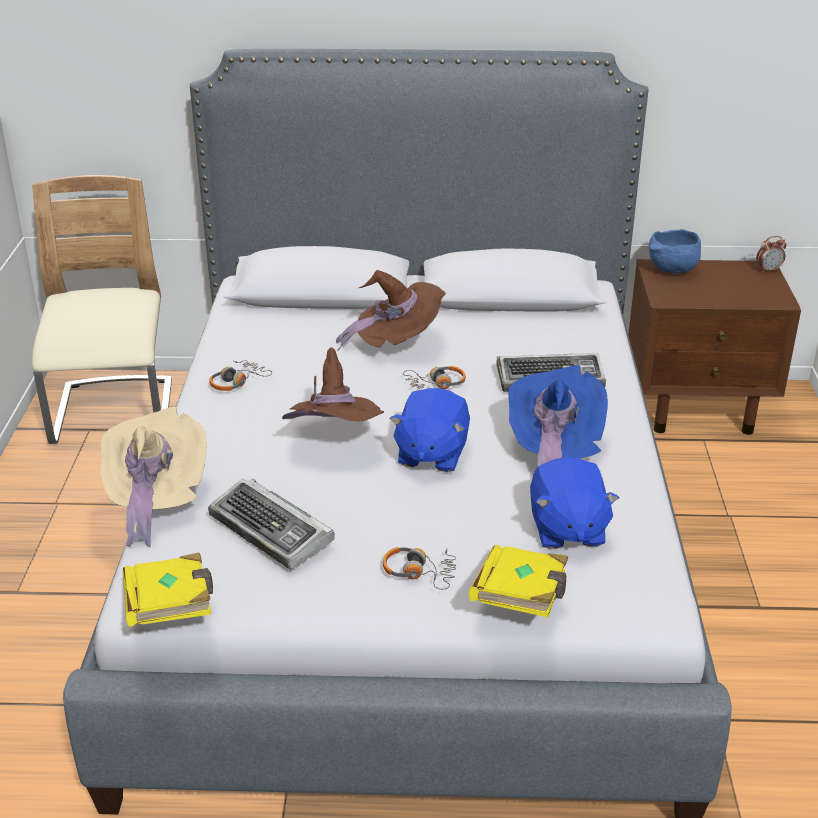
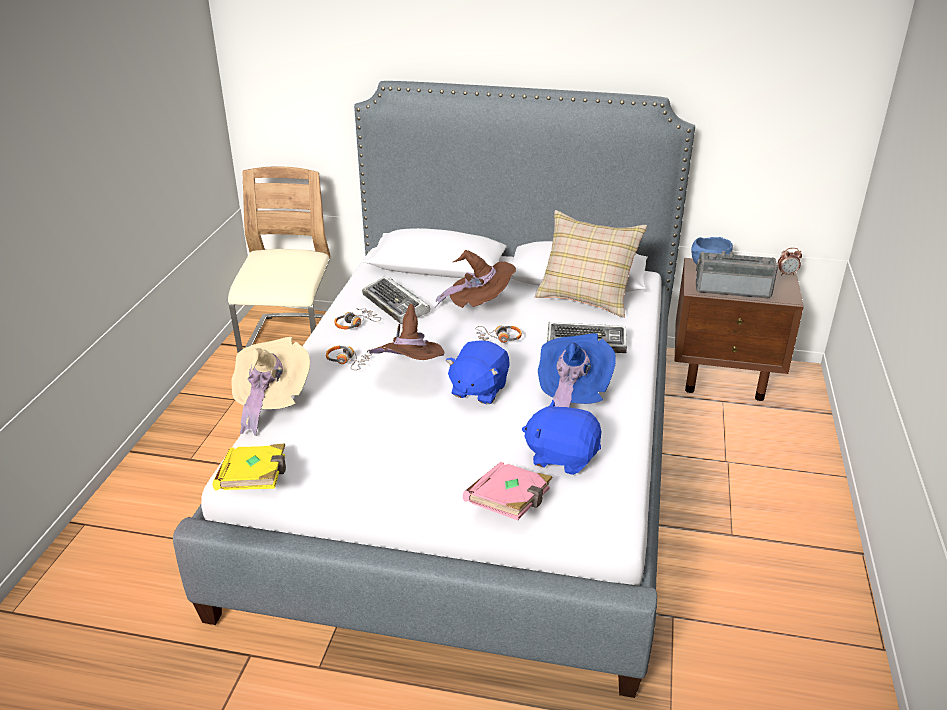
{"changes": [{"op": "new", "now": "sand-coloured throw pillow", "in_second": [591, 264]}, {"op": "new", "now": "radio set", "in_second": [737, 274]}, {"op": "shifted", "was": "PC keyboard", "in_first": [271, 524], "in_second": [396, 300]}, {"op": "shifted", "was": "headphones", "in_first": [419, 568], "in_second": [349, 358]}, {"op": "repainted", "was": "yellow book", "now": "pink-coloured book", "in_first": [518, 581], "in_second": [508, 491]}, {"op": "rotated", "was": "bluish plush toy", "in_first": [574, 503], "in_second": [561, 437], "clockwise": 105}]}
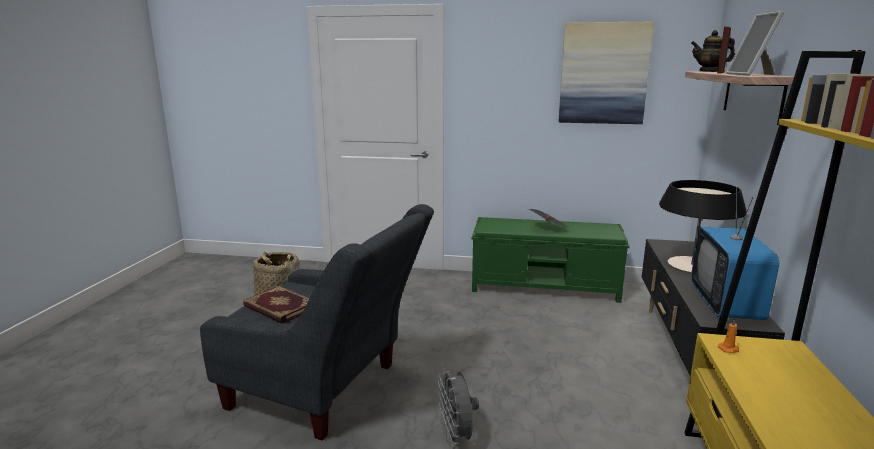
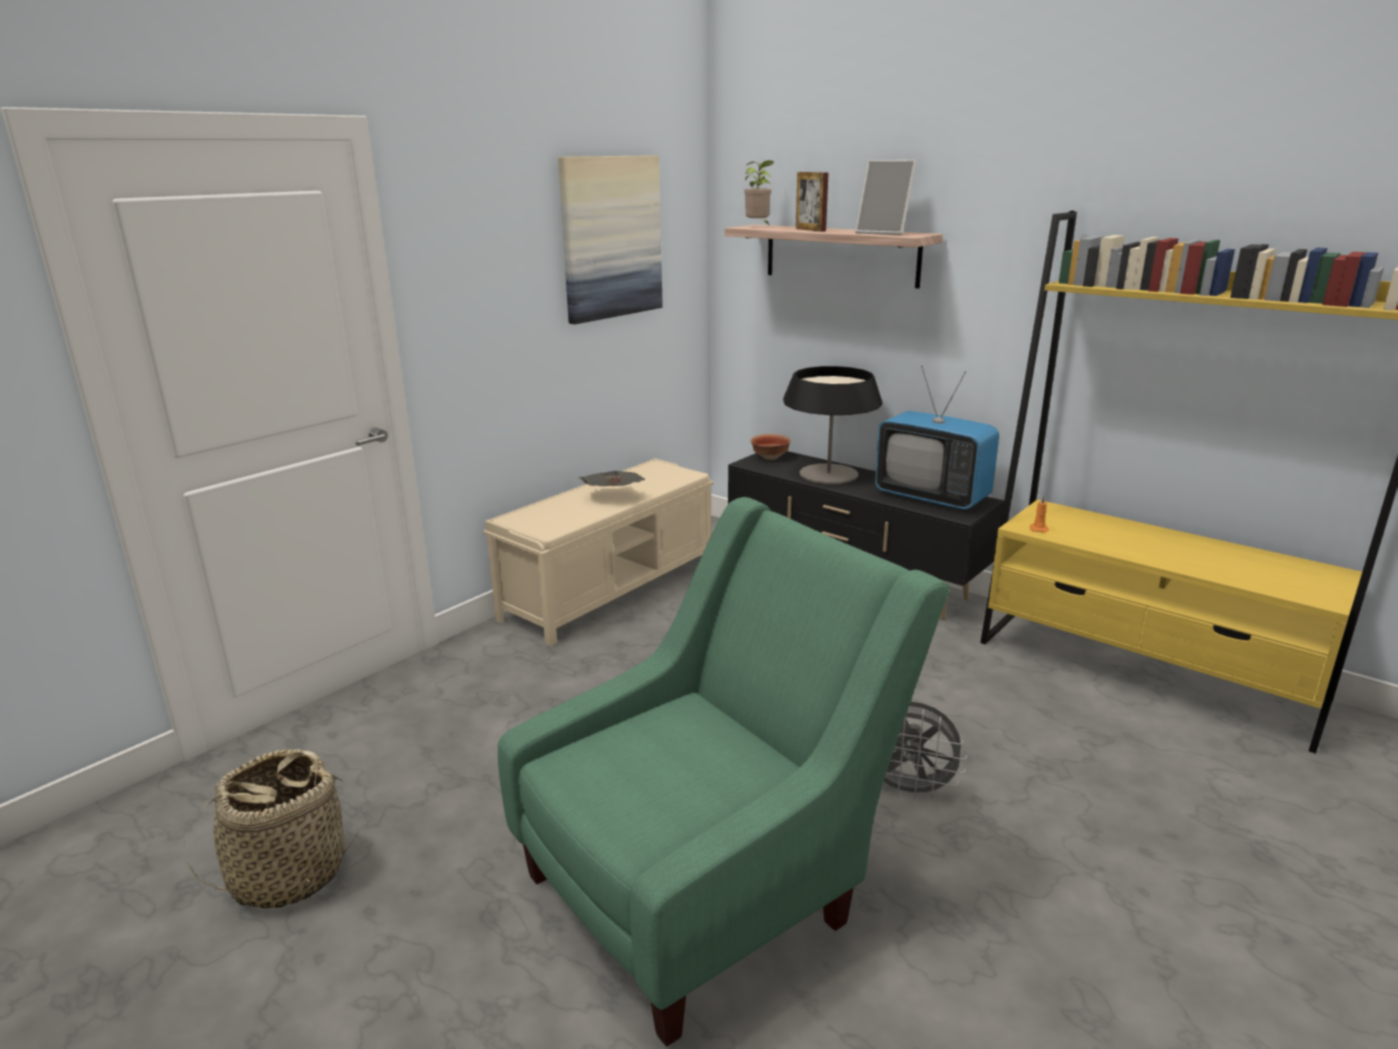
{"changes": [{"op": "gone", "was": "book", "in_first": [276, 304]}, {"op": "new", "now": "serving bowl", "in_second": [771, 447]}, {"op": "swapped", "was": "pot for tea", "now": "potted plant", "in_first": [713, 51], "in_second": [759, 192]}, {"op": "repainted", "was": "greyish armchair", "now": "green armchair", "in_first": [317, 322], "in_second": [724, 772]}, {"op": "repainted", "was": "green indoor bench", "now": "sand-coloured indoor bench", "in_first": [551, 260], "in_second": [598, 552]}]}
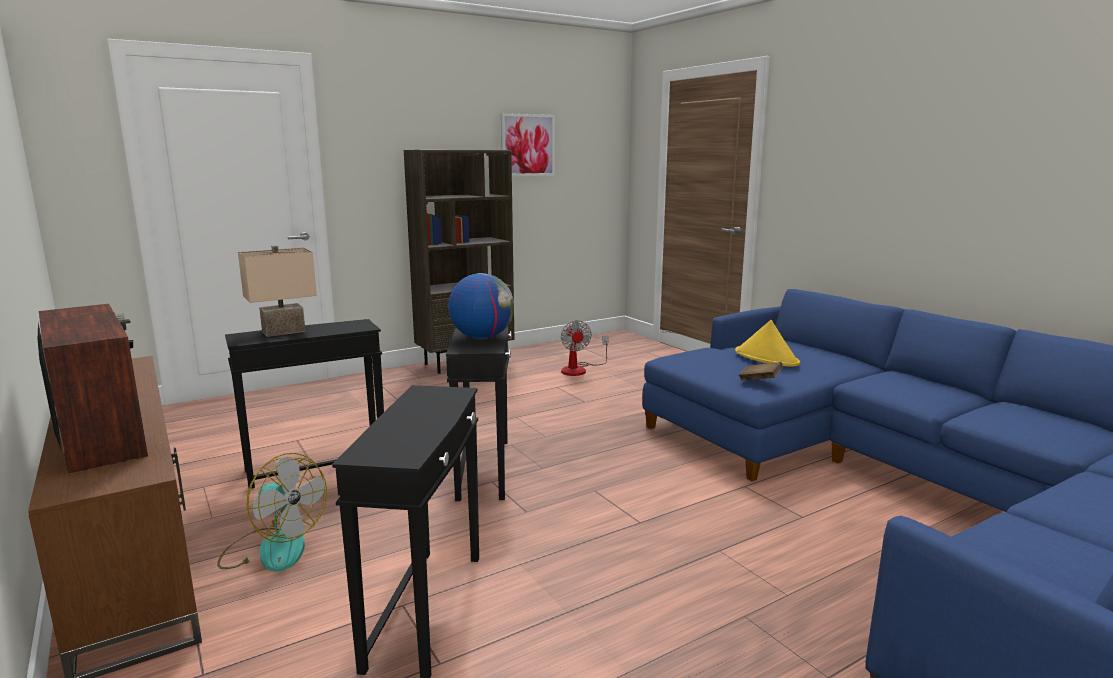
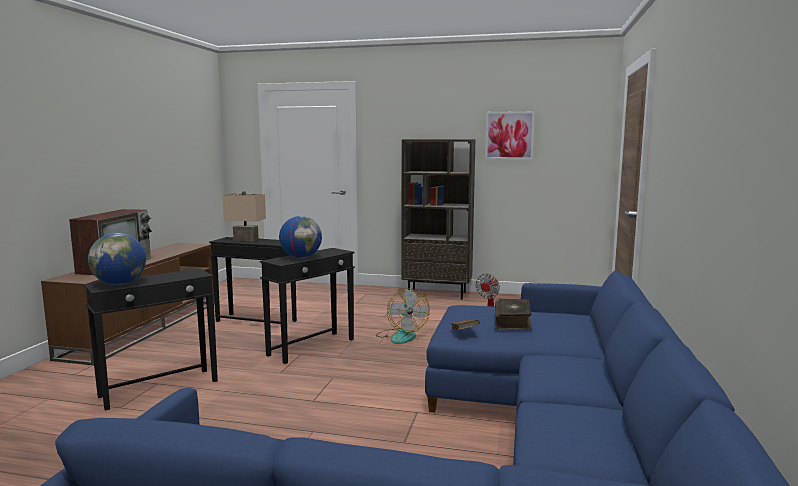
{"changes": [{"op": "new", "now": "world globe", "in_second": [117, 259]}, {"op": "shifted", "was": "cooling fan", "in_first": [272, 512], "in_second": [403, 316]}, {"op": "swapped", "was": "yellow clothing hat", "now": "book", "in_first": [767, 343], "in_second": [513, 314]}]}
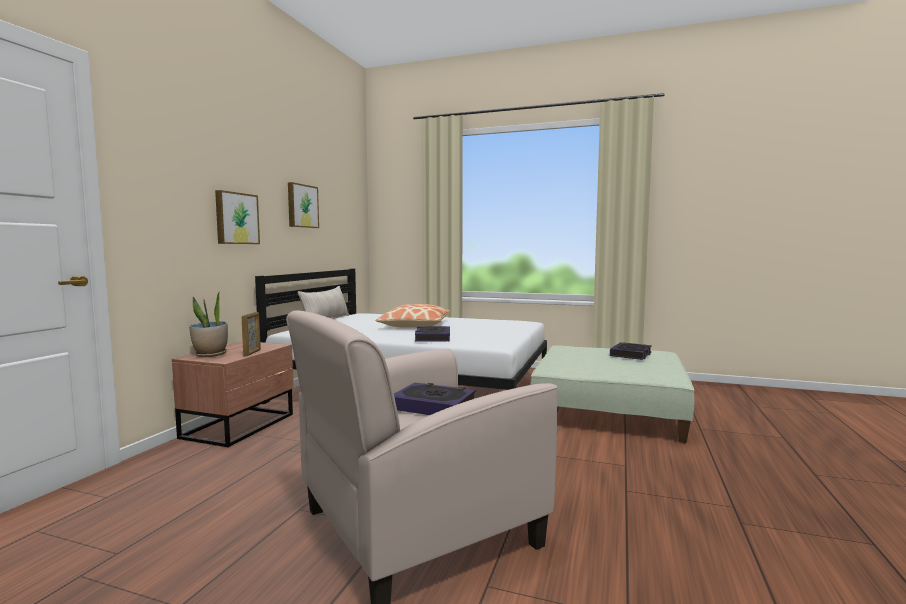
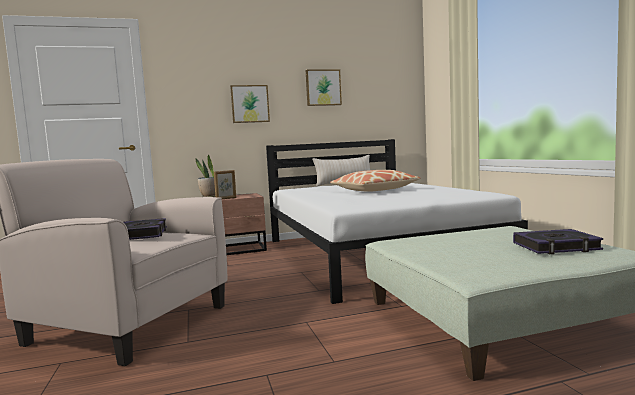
{"changes": [{"op": "gone", "was": "book", "in_first": [432, 333]}]}
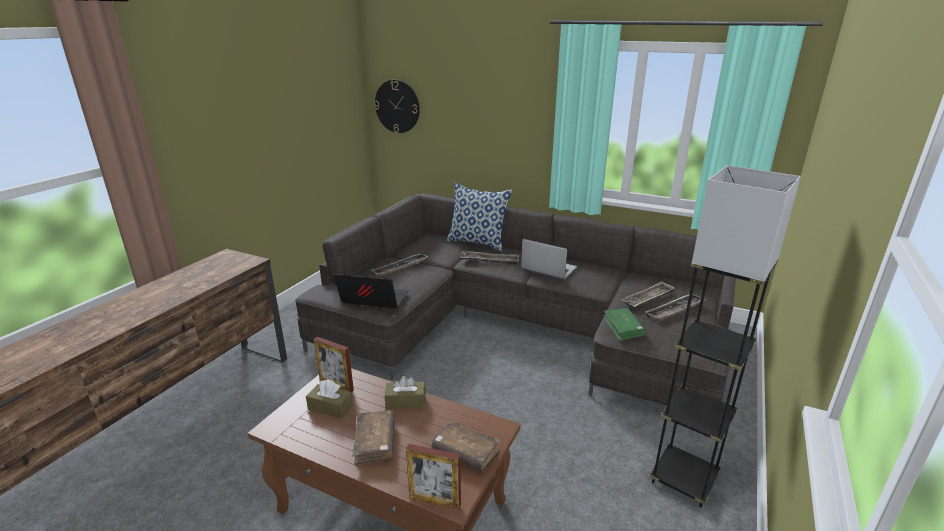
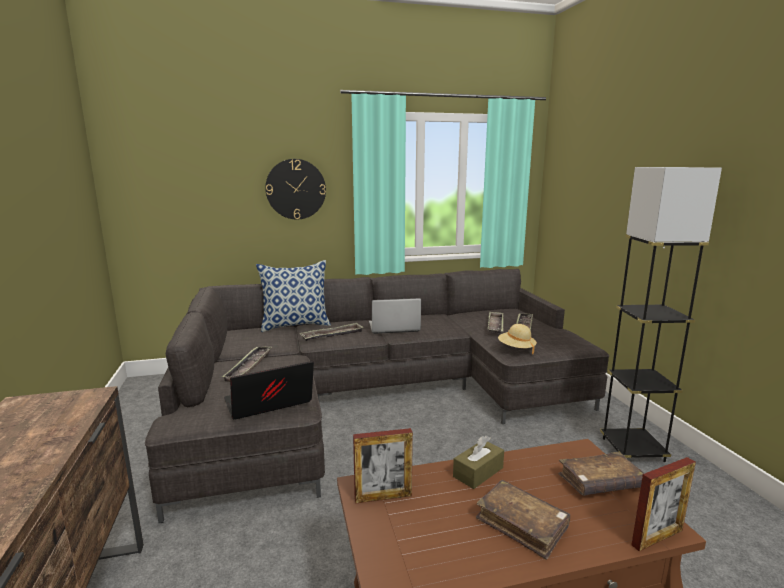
{"changes": [{"op": "gone", "was": "brownish tissue box", "in_first": [329, 398]}, {"op": "shifted", "was": "clock on the wall", "in_first": [397, 106], "in_second": [295, 189]}, {"op": "swapped", "was": "green book", "now": "sand-coloured clothing hat", "in_first": [624, 324], "in_second": [517, 339]}]}
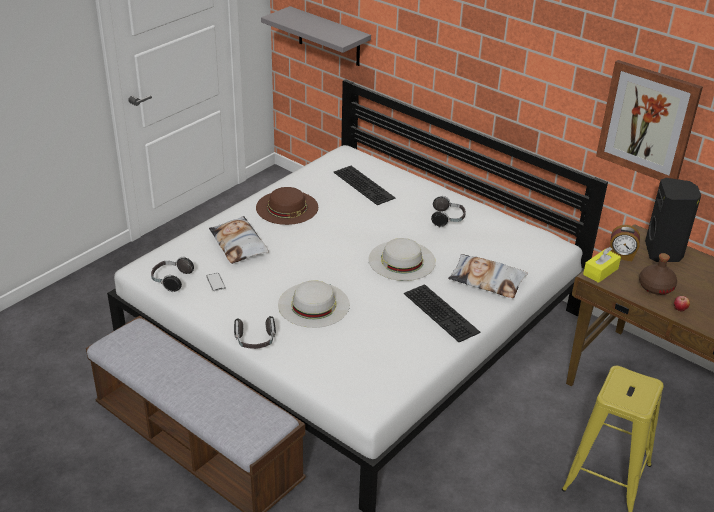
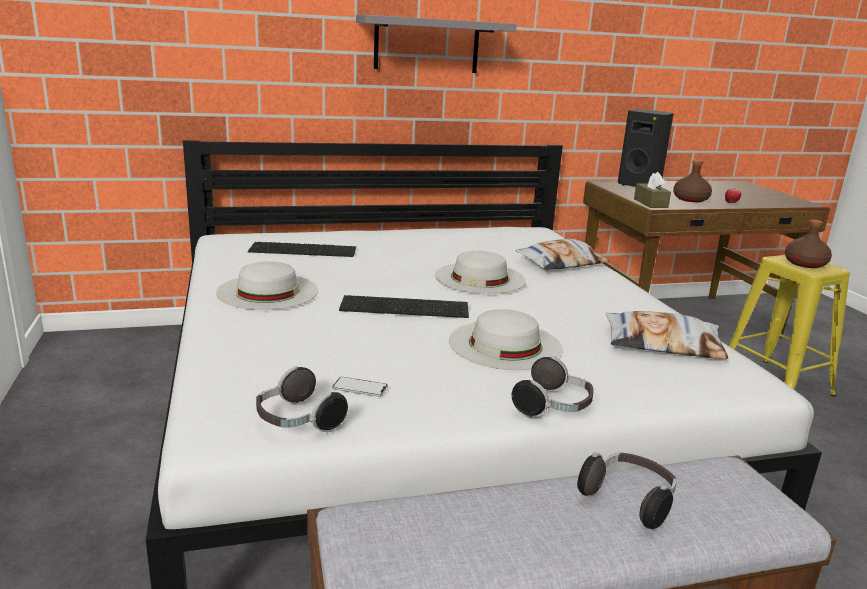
{"changes": [{"op": "gone", "was": "picture", "in_first": [649, 120]}, {"op": "gone", "was": "alarm clock", "in_first": [625, 243]}, {"op": "new", "now": "brownish drink bottle", "in_second": [808, 243]}, {"op": "shifted", "was": "throw pillow", "in_first": [239, 240], "in_second": [667, 335]}, {"op": "shifted", "was": "greyish bracket shelf", "in_first": [316, 36], "in_second": [436, 44]}, {"op": "shifted", "was": "PC keyboard", "in_first": [442, 313], "in_second": [404, 306]}, {"op": "shifted", "was": "headphones", "in_first": [448, 211], "in_second": [627, 491]}, {"op": "repainted", "was": "brownish clothing hat", "now": "whitish clothing hat", "in_first": [287, 206], "in_second": [267, 285]}, {"op": "repainted", "was": "yellow tissue box", "now": "brownish tissue box", "in_first": [602, 265], "in_second": [652, 190]}]}
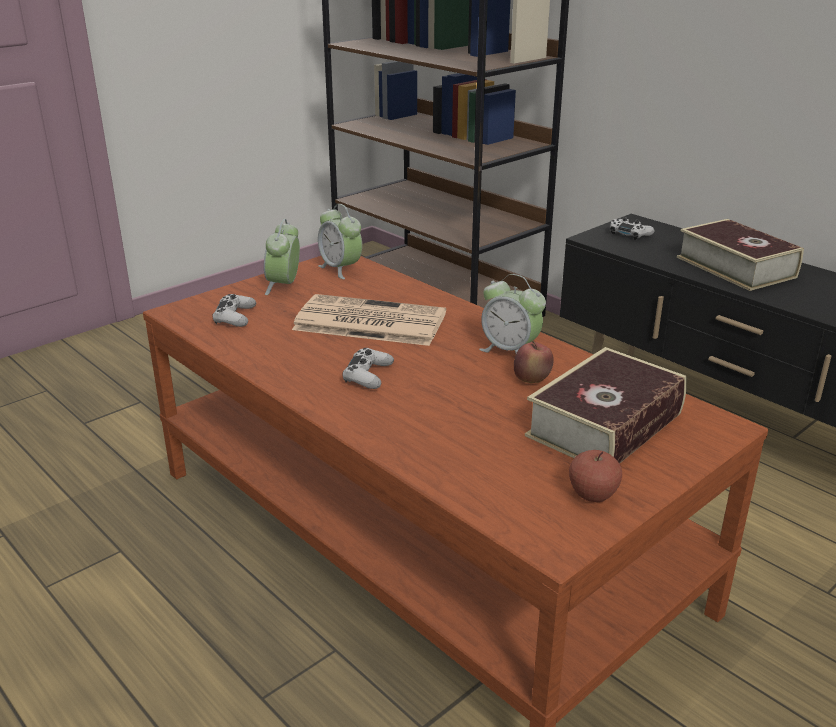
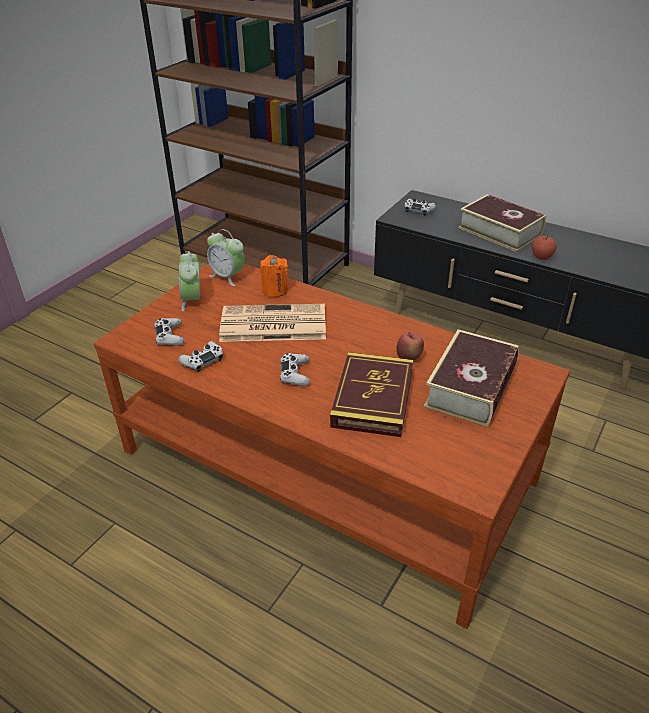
{"changes": [{"op": "gone", "was": "alarm clock", "in_first": [512, 313]}, {"op": "new", "now": "whitish game controller", "in_second": [200, 356]}, {"op": "new", "now": "orangey wax light", "in_second": [274, 276]}, {"op": "new", "now": "book", "in_second": [371, 394]}, {"op": "shifted", "was": "apple fruit", "in_first": [595, 476], "in_second": [544, 248]}]}
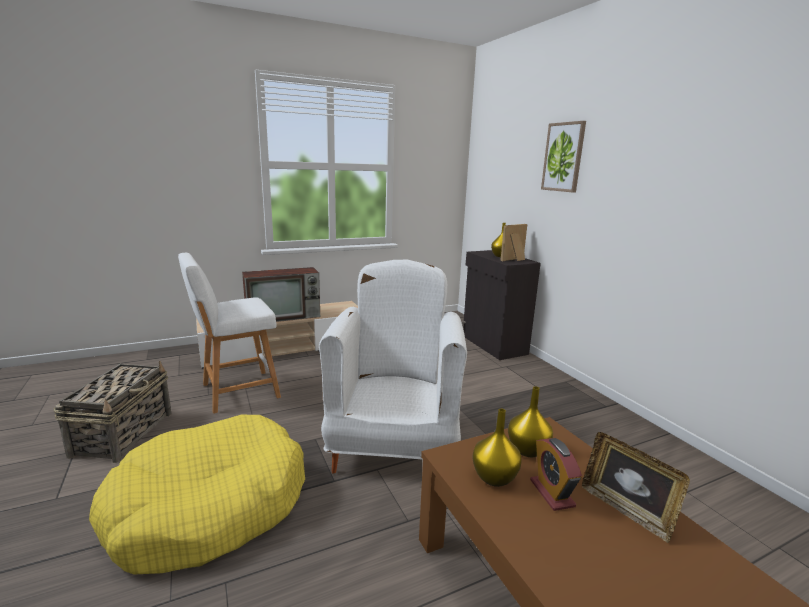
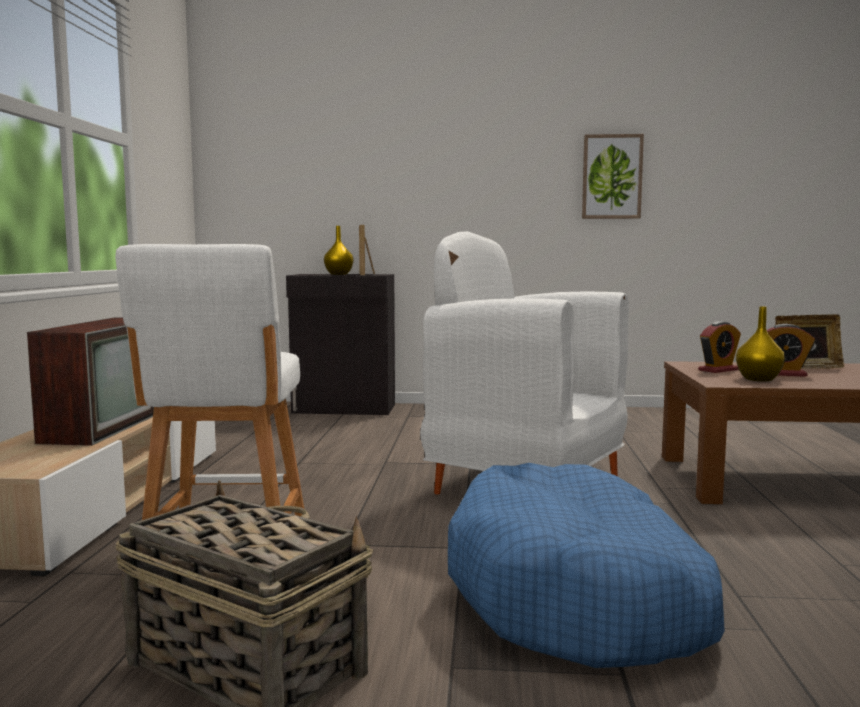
{"changes": [{"op": "shifted", "was": "picture", "in_first": [563, 157], "in_second": [613, 176]}, {"op": "swapped", "was": "yellow decorative vase", "now": "alarm clock", "in_first": [530, 421], "in_second": [719, 347]}, {"op": "repainted", "was": "yellow dog bed", "now": "bluish dog bed", "in_first": [197, 495], "in_second": [586, 565]}]}
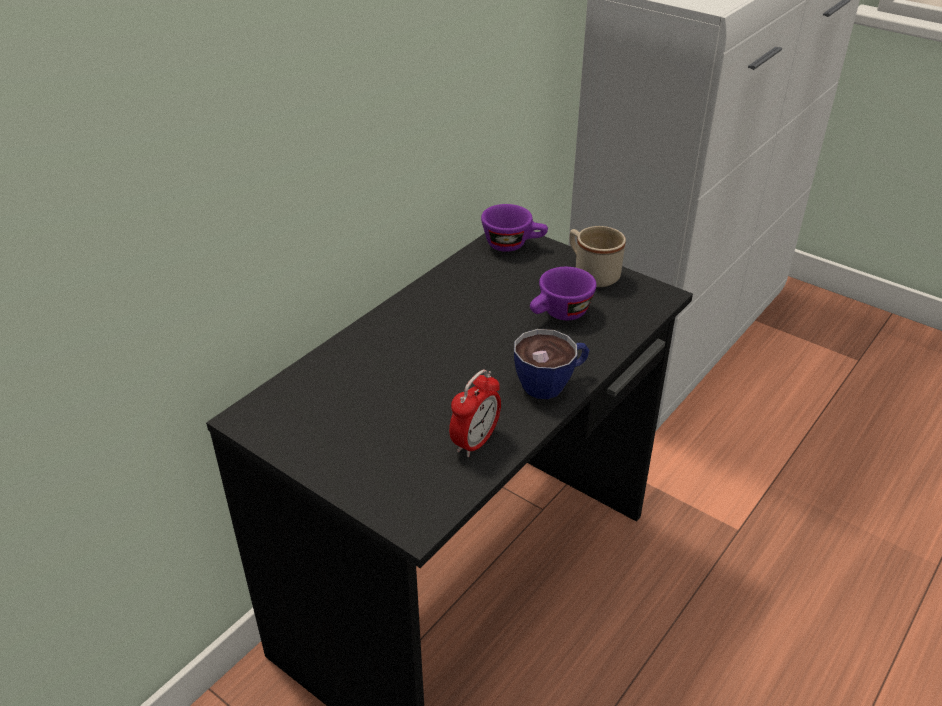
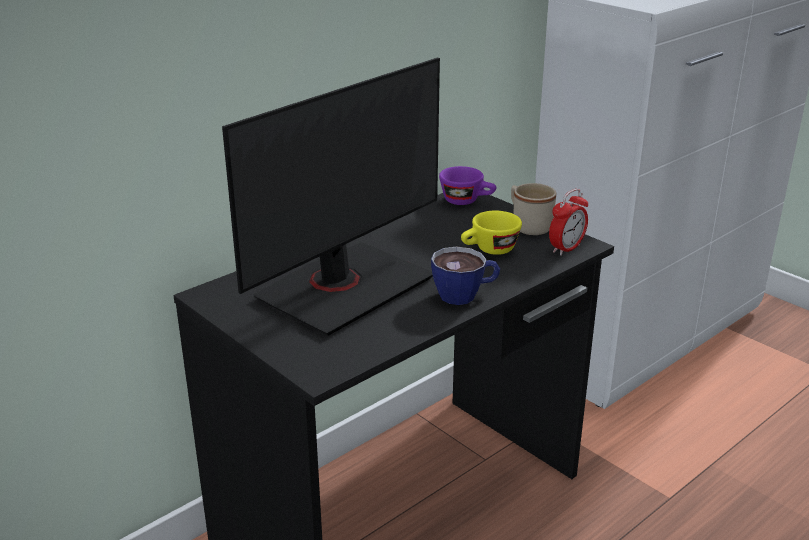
{"changes": [{"op": "new", "now": "computer screen", "in_second": [331, 197]}, {"op": "shifted", "was": "alarm clock", "in_first": [475, 413], "in_second": [568, 222]}, {"op": "repainted", "was": "purple-coloured drinking cup", "now": "yellow drinking cup", "in_first": [563, 293], "in_second": [491, 233]}]}
